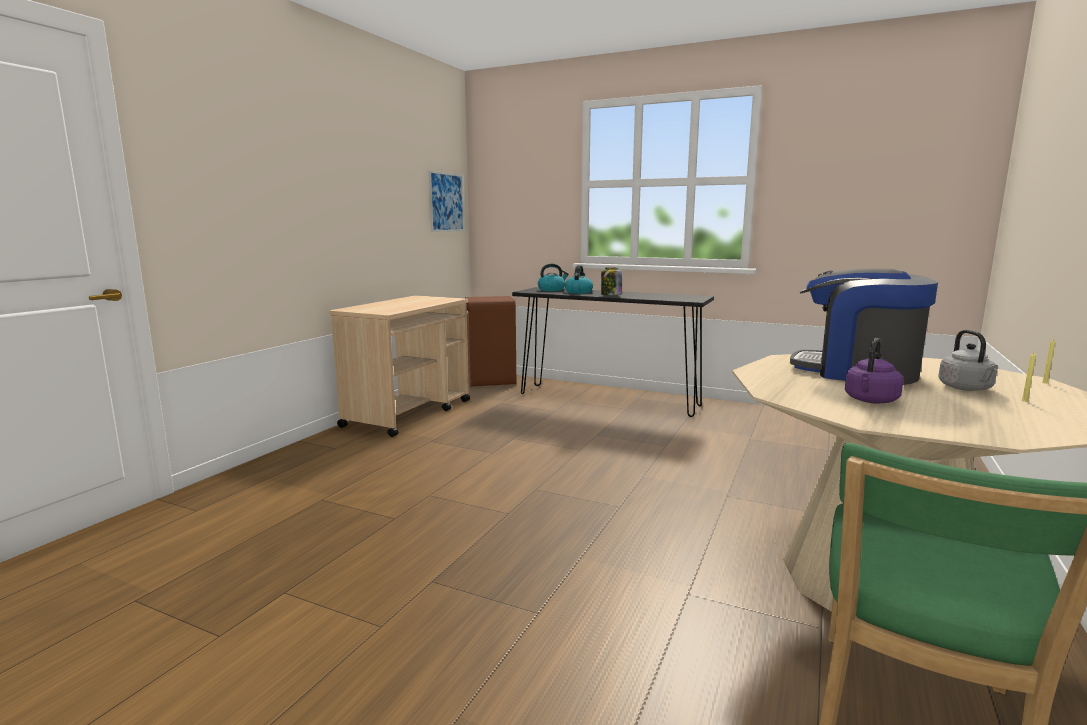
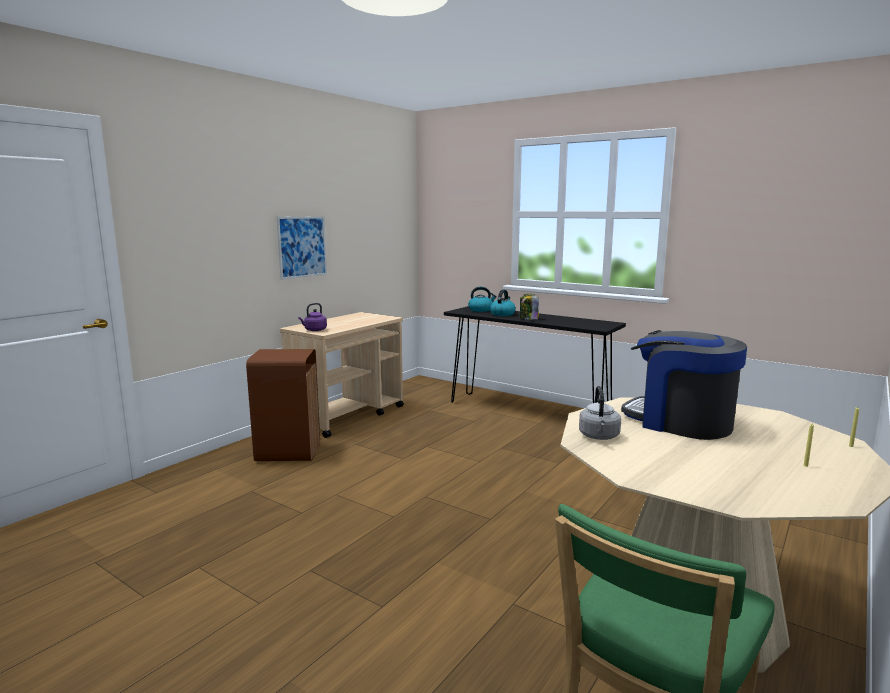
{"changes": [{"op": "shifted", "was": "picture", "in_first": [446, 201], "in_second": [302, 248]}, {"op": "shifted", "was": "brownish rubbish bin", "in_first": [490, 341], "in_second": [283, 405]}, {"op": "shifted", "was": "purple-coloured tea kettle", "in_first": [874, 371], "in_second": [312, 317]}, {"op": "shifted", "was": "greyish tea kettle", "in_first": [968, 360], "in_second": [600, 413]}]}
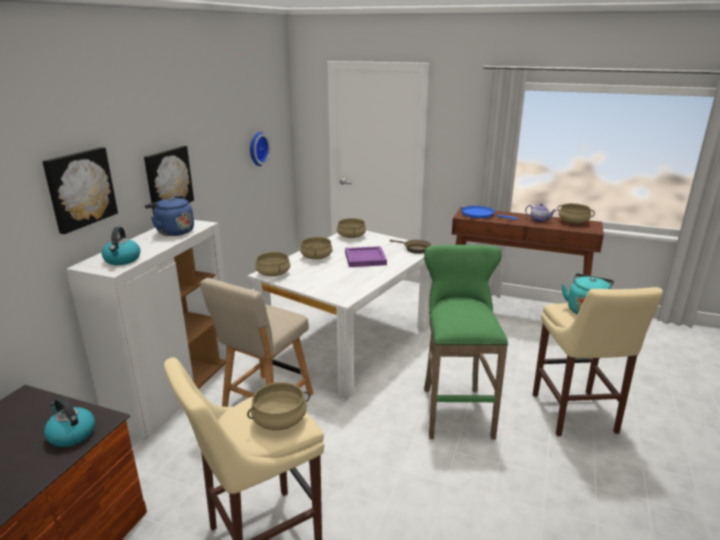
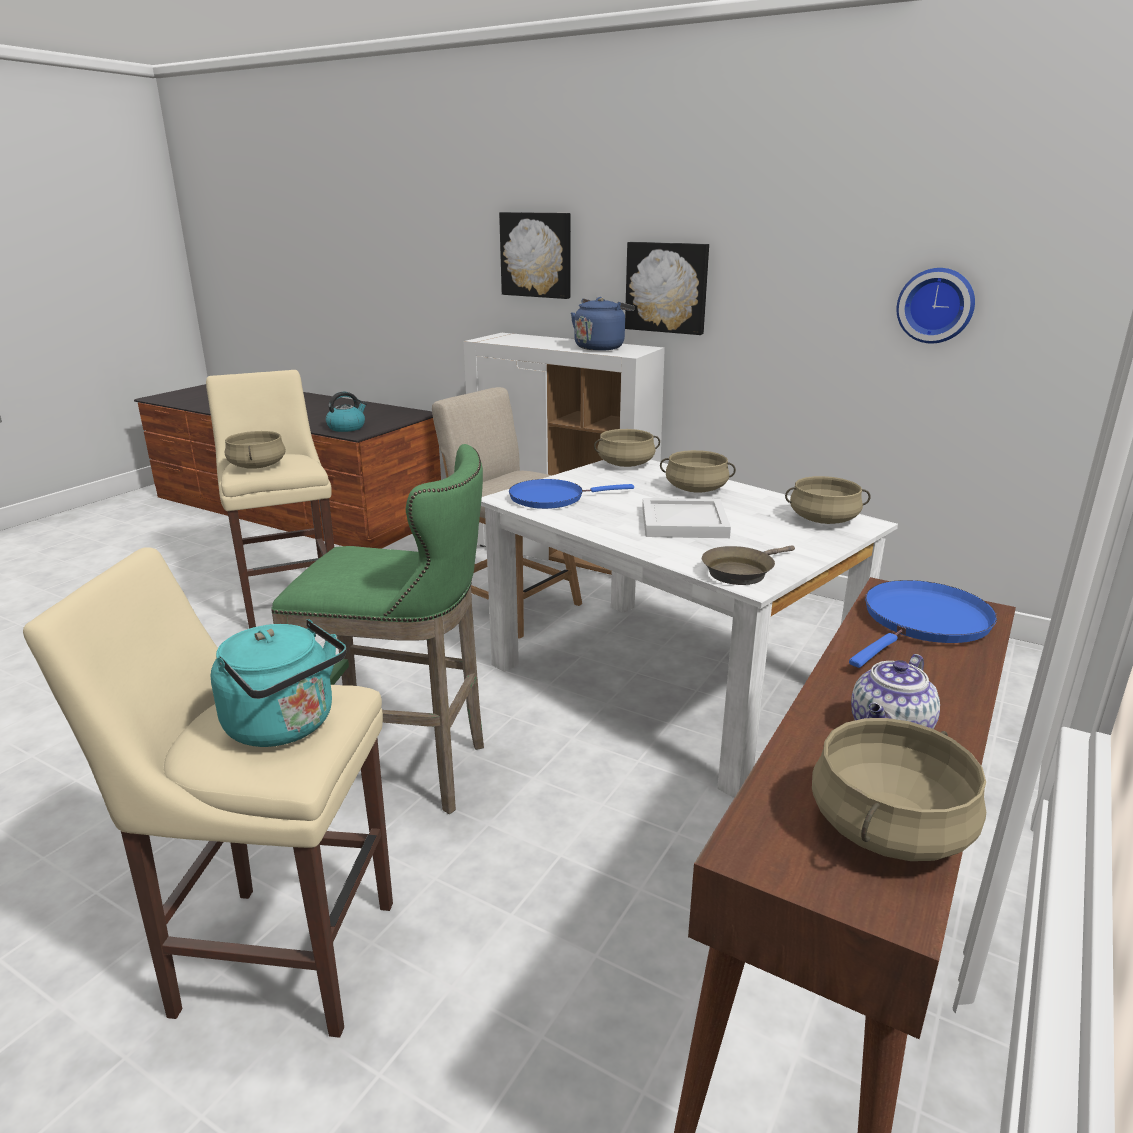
{"changes": [{"op": "gone", "was": "tea kettle", "in_first": [121, 246]}, {"op": "new", "now": "bluish frying pan", "in_second": [571, 494]}, {"op": "repainted", "was": "purple-coloured carrying tray", "now": "whitish carrying tray", "in_first": [366, 256], "in_second": [686, 518]}]}
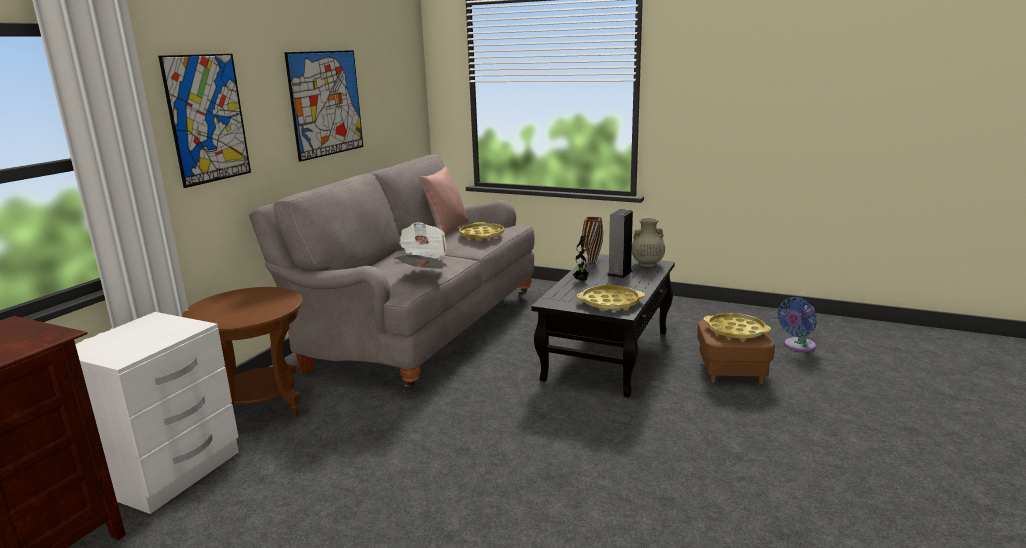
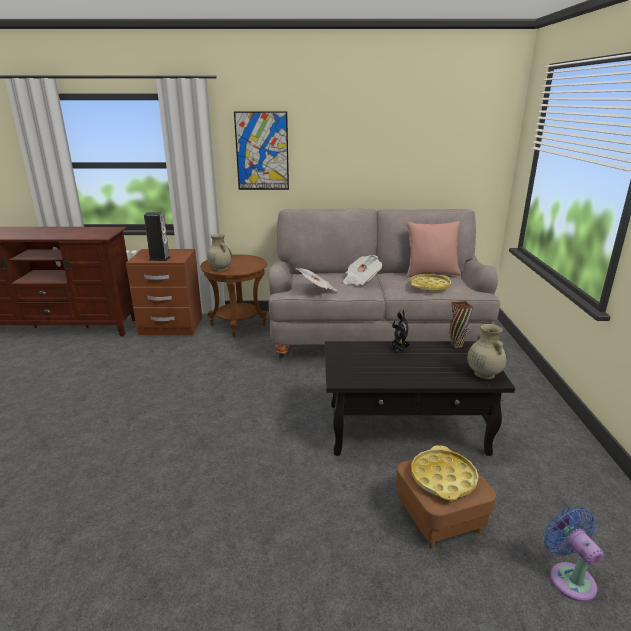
{"changes": [{"op": "gone", "was": "picture", "in_first": [323, 106]}, {"op": "gone", "was": "yellow carrying tray", "in_first": [611, 298]}, {"op": "new", "now": "sand-coloured decorative vase", "in_second": [219, 252]}, {"op": "shifted", "was": "loudspeaker", "in_first": [620, 243], "in_second": [157, 236]}, {"op": "repainted", "was": "whitish night table", "now": "brownish night table", "in_first": [157, 413], "in_second": [164, 292]}, {"op": "rotated", "was": "bluish cooling fan", "in_first": [797, 324], "in_second": [573, 554], "clockwise": 45}]}
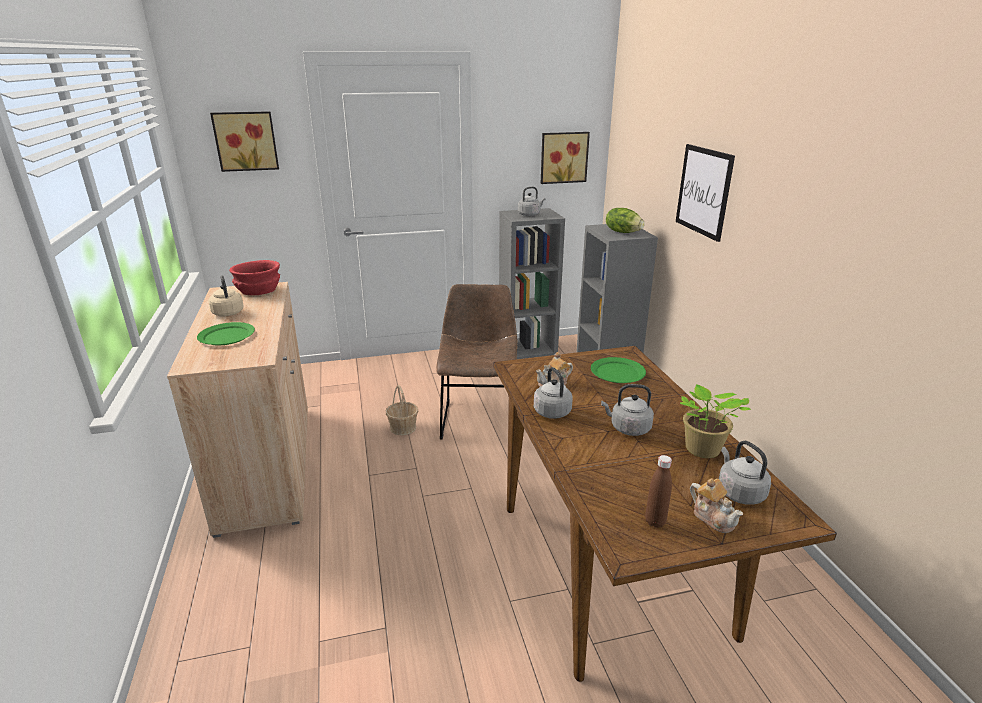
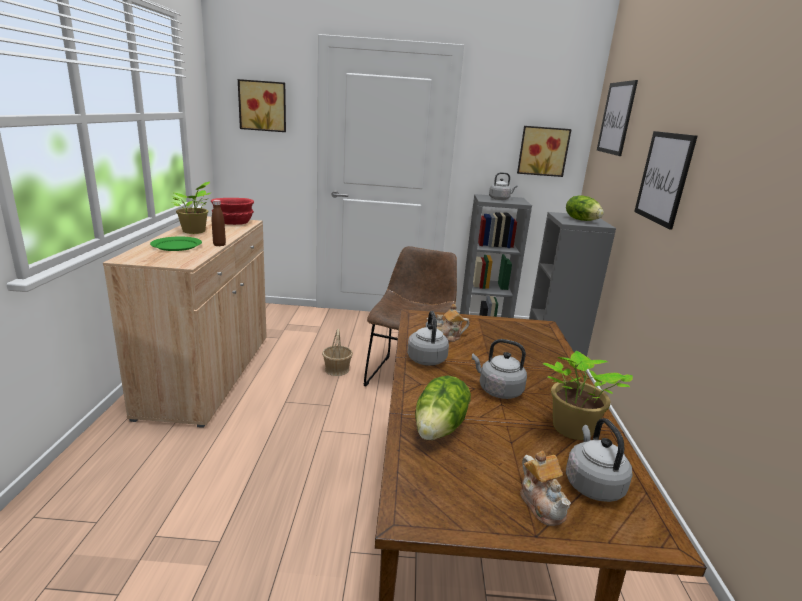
{"changes": [{"op": "gone", "was": "green plate", "in_first": [618, 370]}, {"op": "new", "now": "lettuce head", "in_second": [443, 407]}, {"op": "new", "now": "picture", "in_second": [617, 118]}, {"op": "shifted", "was": "brownish drink bottle", "in_first": [658, 491], "in_second": [219, 223]}, {"op": "swapped", "was": "sand-coloured tea kettle", "now": "potted plant", "in_first": [226, 295], "in_second": [191, 207]}]}
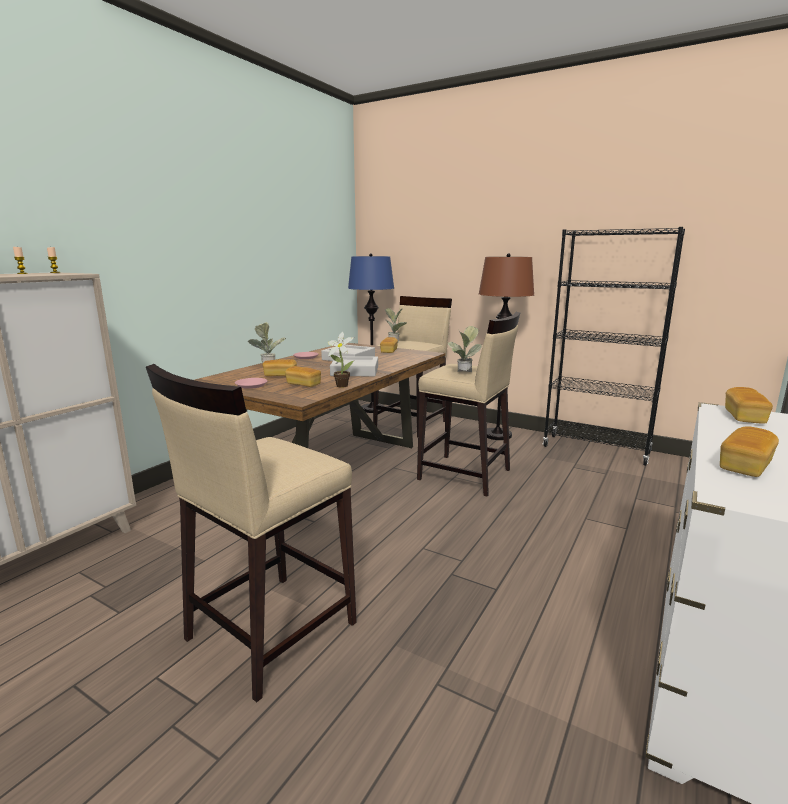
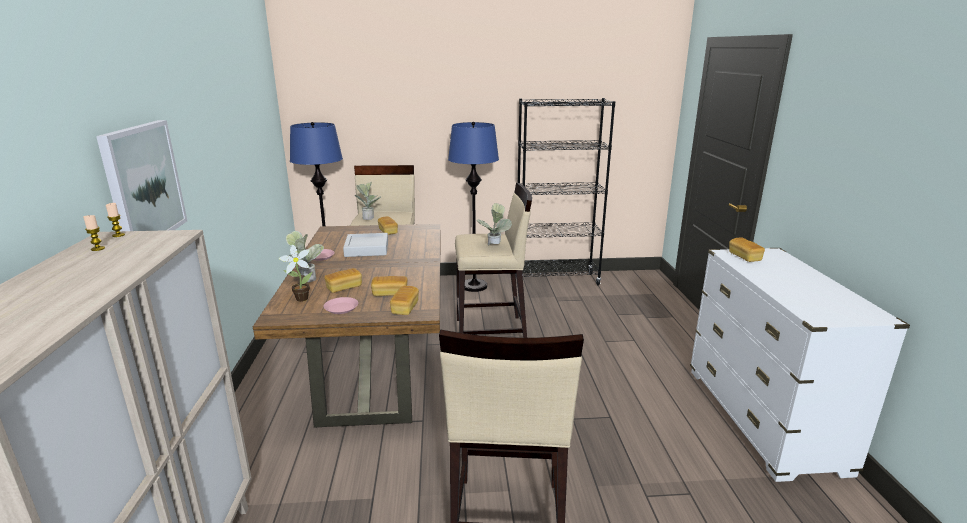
{"changes": [{"op": "gone", "was": "greyish carrying tray", "in_first": [354, 366]}, {"op": "new", "now": "picture", "in_second": [141, 175]}, {"op": "shifted", "was": "potted plant", "in_first": [341, 360], "in_second": [296, 273]}, {"op": "shifted", "was": "bakery bread", "in_first": [749, 451], "in_second": [404, 300]}, {"op": "repainted", "was": "brownish standing lamp", "now": "bluish standing lamp", "in_first": [506, 346], "in_second": [473, 207]}]}
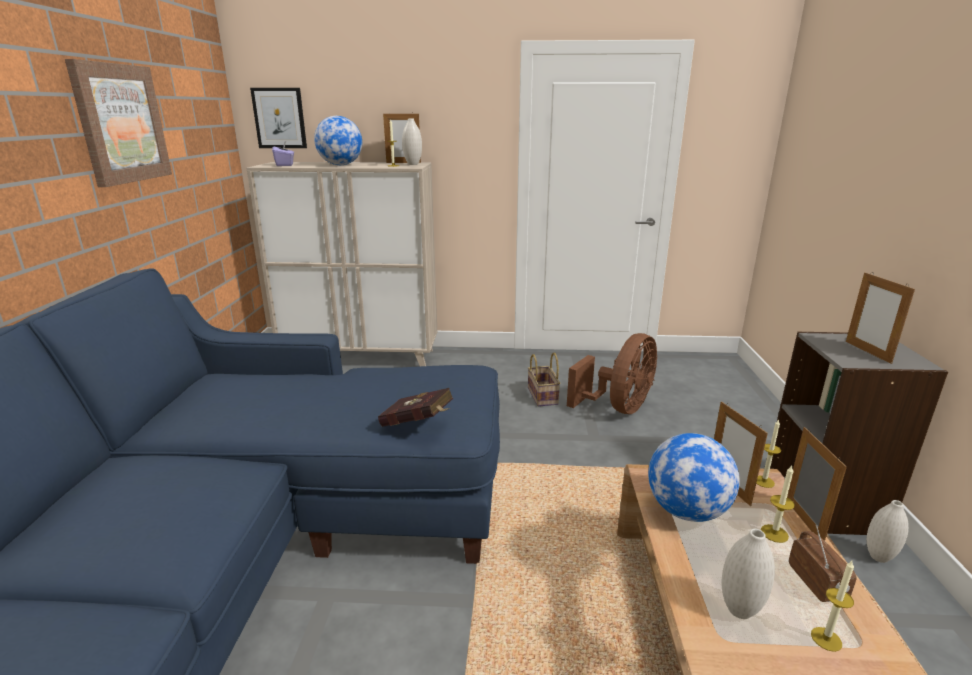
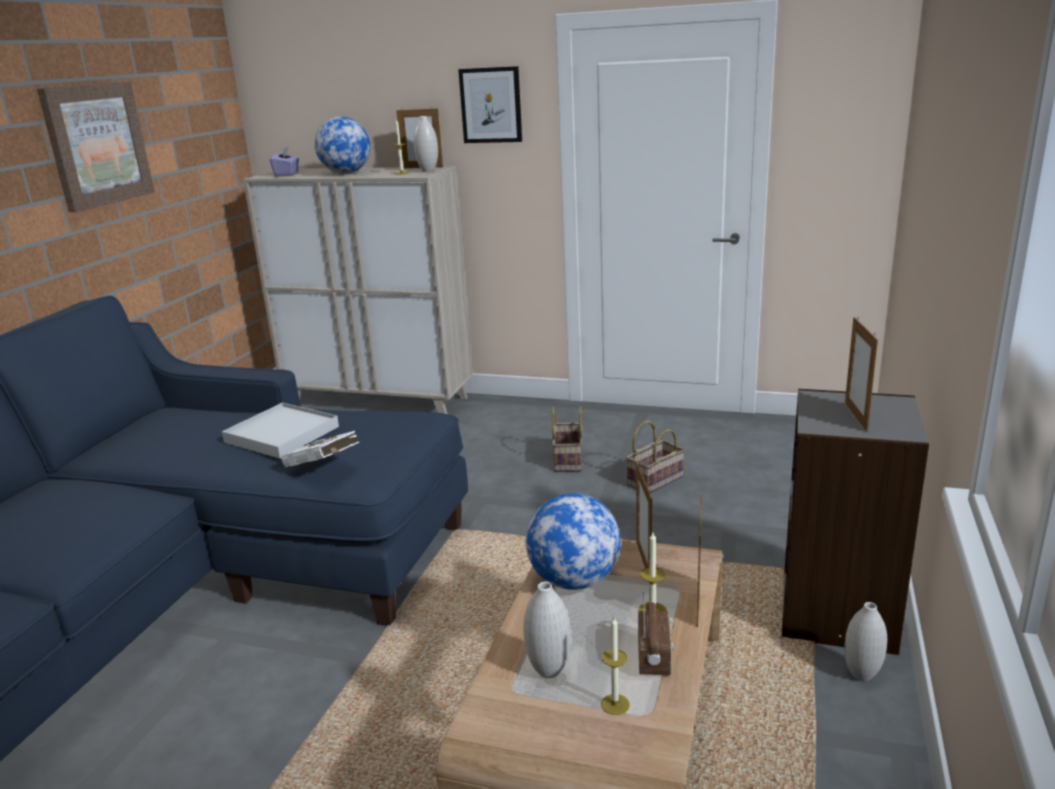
{"changes": [{"op": "gone", "was": "wax light", "in_first": [768, 453]}, {"op": "new", "now": "whitish carrying tray", "in_second": [280, 431]}, {"op": "shifted", "was": "picture", "in_first": [278, 118], "in_second": [490, 104]}, {"op": "swapped", "was": "brownish cooling fan", "now": "household basket", "in_first": [612, 373], "in_second": [655, 457]}, {"op": "repainted", "was": "red-coloured book", "now": "whitish book", "in_first": [415, 407], "in_second": [320, 449]}]}
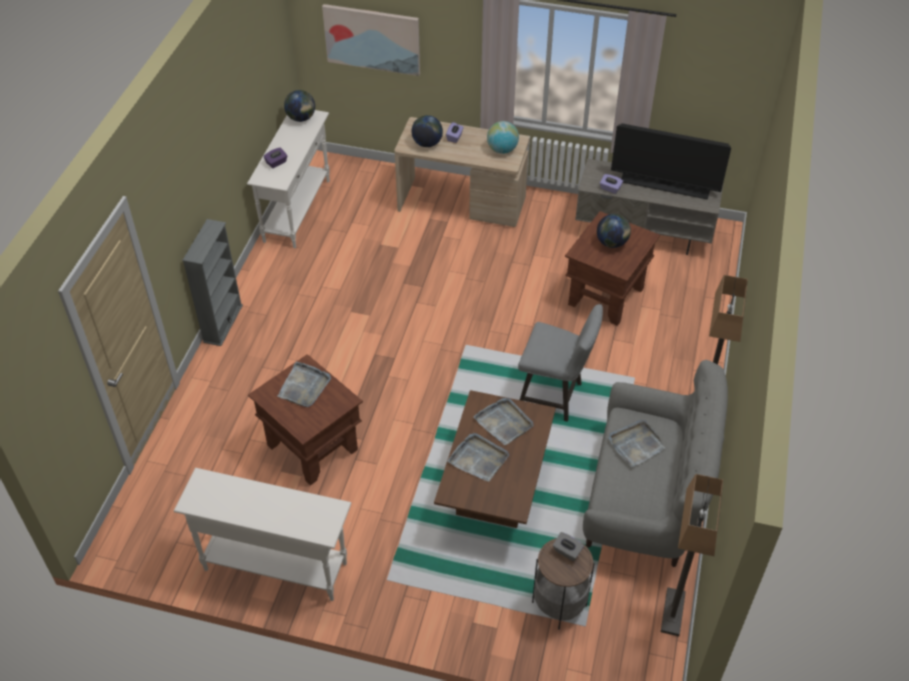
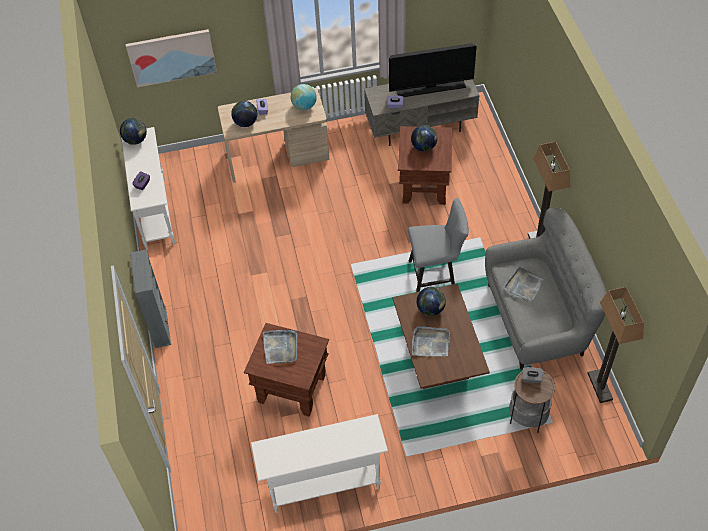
{"changes": [{"op": "swapped", "was": "greyish carrying tray", "now": "world globe", "in_first": [503, 421], "in_second": [431, 301]}]}
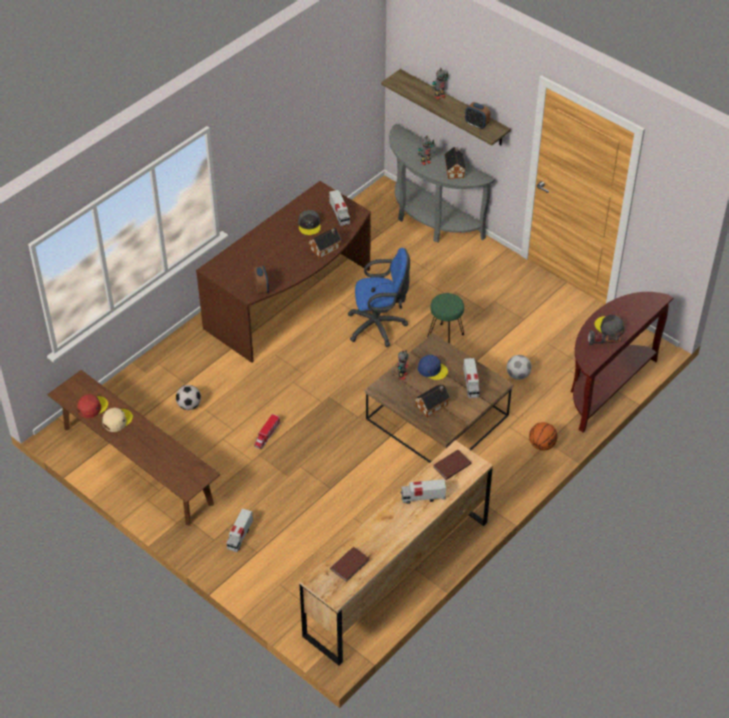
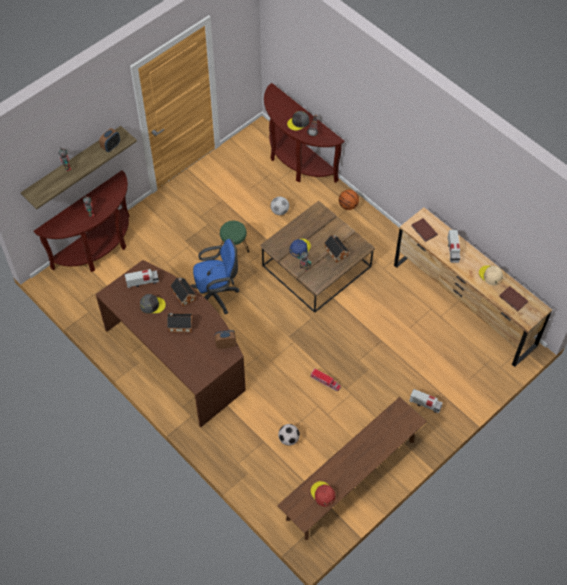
{"changes": [{"op": "gone", "was": "model truck", "in_first": [471, 378]}, {"op": "shifted", "was": "sand-coloured cap", "in_first": [117, 420], "in_second": [491, 275]}, {"op": "shifted", "was": "miniature house", "in_first": [455, 163], "in_second": [179, 322]}, {"op": "repainted", "was": "greyish hall table", "now": "brownish hall table", "in_first": [442, 183], "in_second": [82, 221]}, {"op": "rotated", "was": "bluish desk chair", "in_first": [379, 297], "in_second": [214, 276], "clockwise": 75}]}
